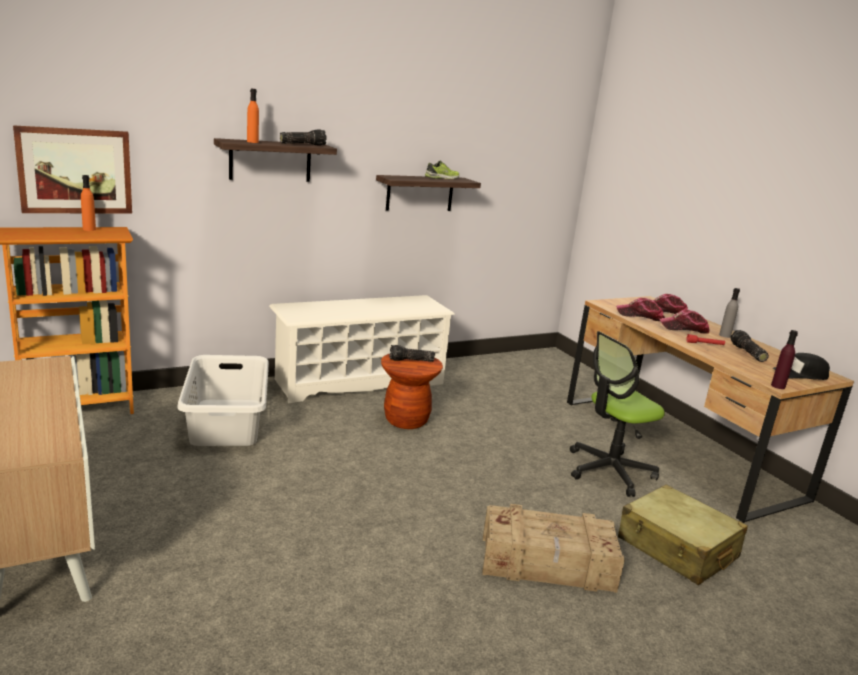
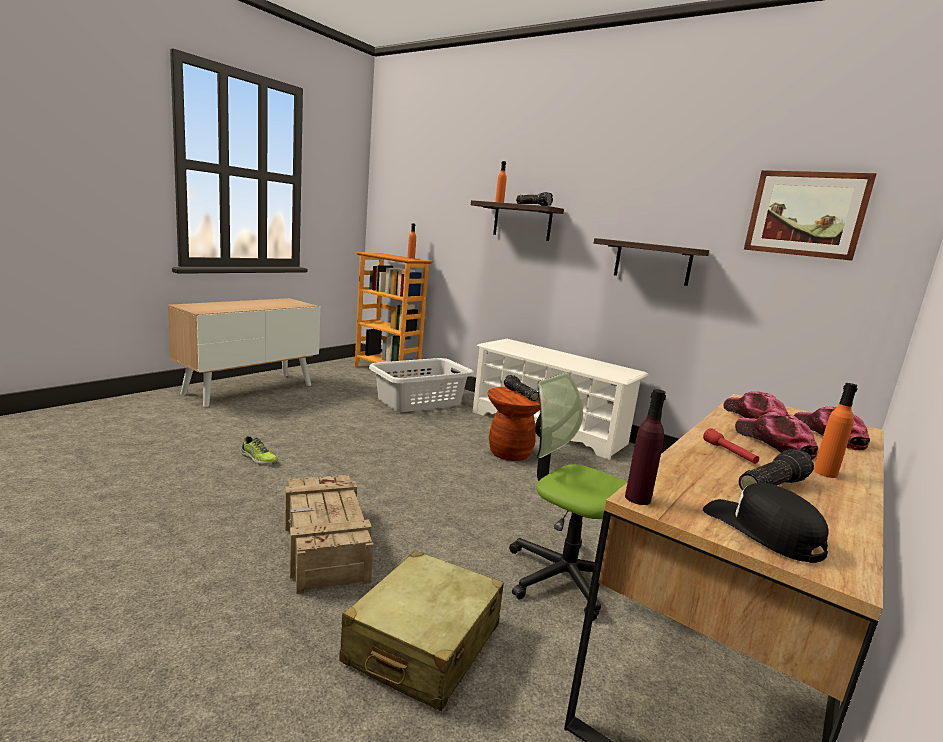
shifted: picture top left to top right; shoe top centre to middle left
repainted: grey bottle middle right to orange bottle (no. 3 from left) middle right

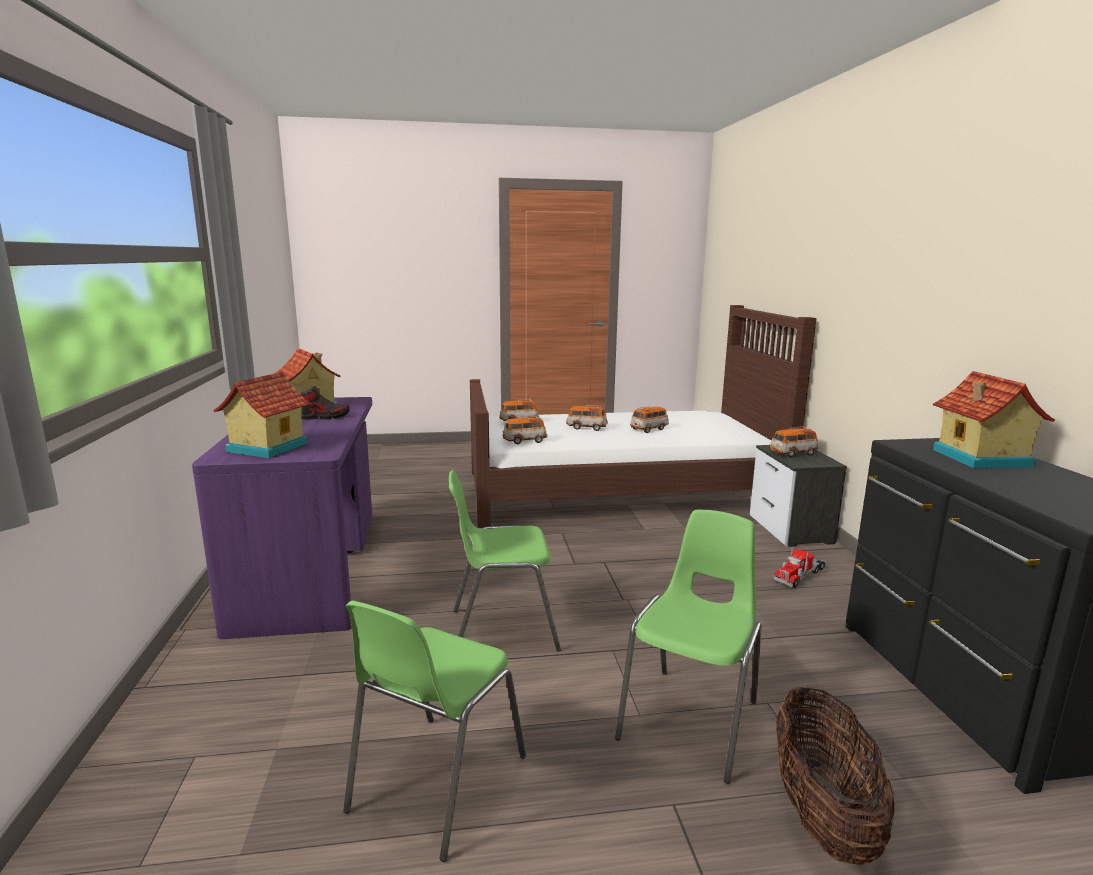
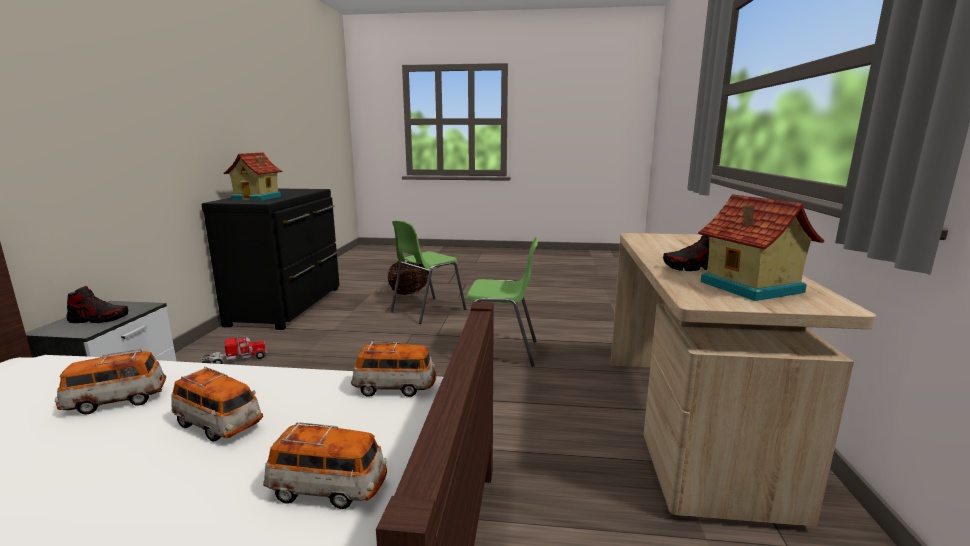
gone: toy house (no. 1 from left) middle left; green chair (no. 1 from left) bottom centre
swapped: toy car (no. 5 from left) middle right to shoe (no. 1 from left) middle left
repainted: purple desk middle left to beige desk bottom right

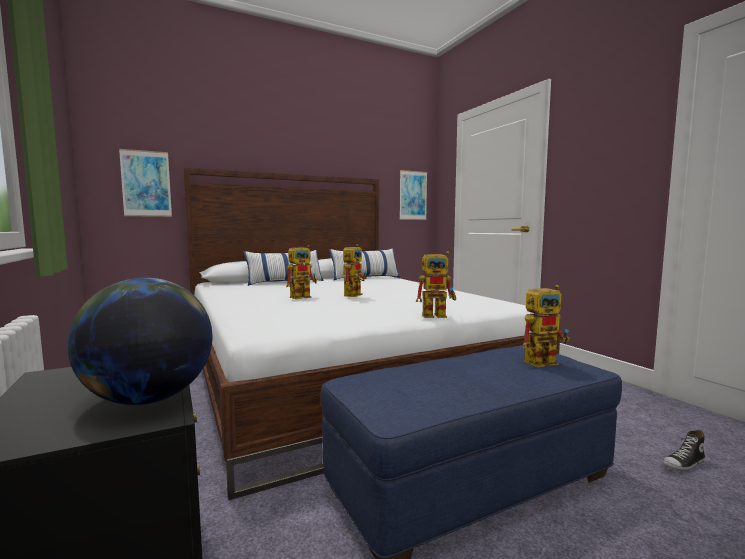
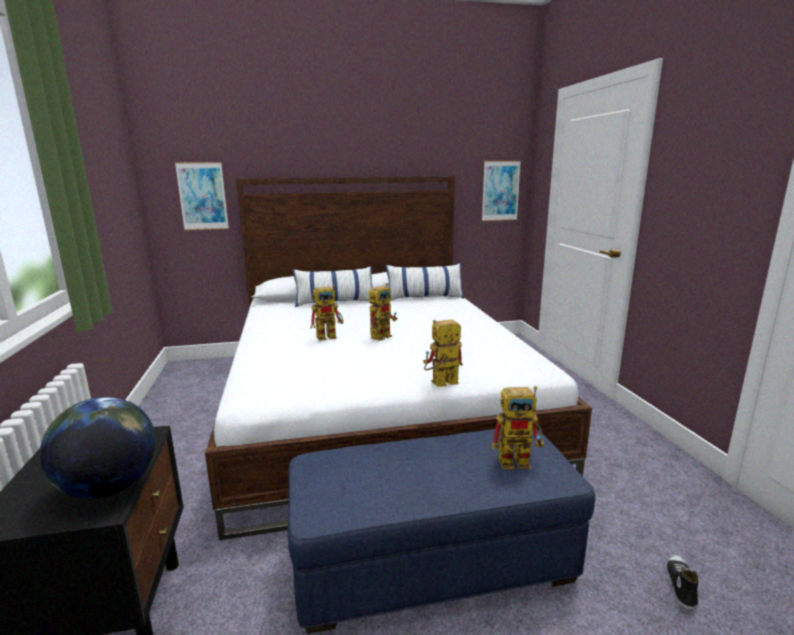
rotated: toy robot (no. 3 from left) centre = centre 150 degrees clockwise; shoe bottom right = bottom right 120 degrees clockwise

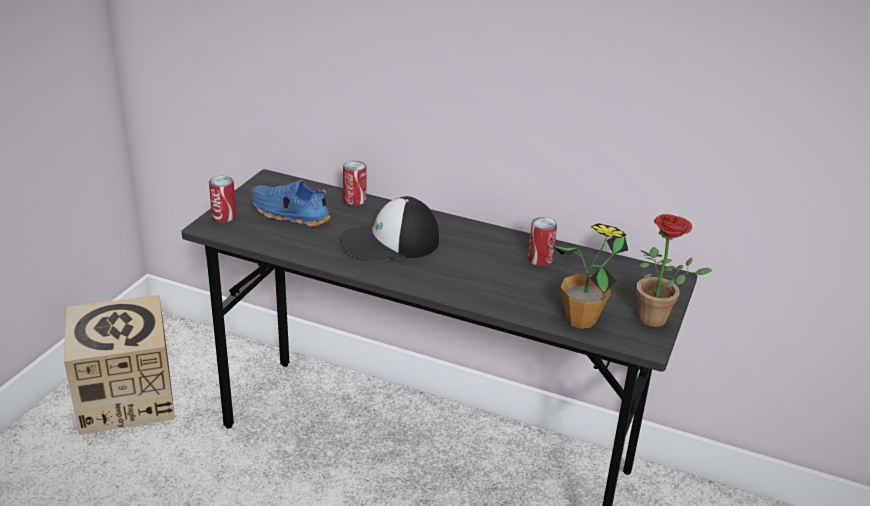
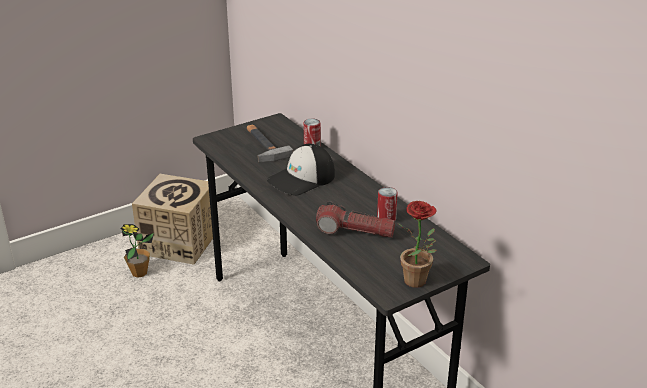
gone: can (no. 1 from left) middle left
new: flashlight centre
shifted: potted plant (no. 1 from left) middle right to middle left
swapped: blue shoe centre to hammer centre
rotated: cap centre = centre 60 degrees counterclockwise

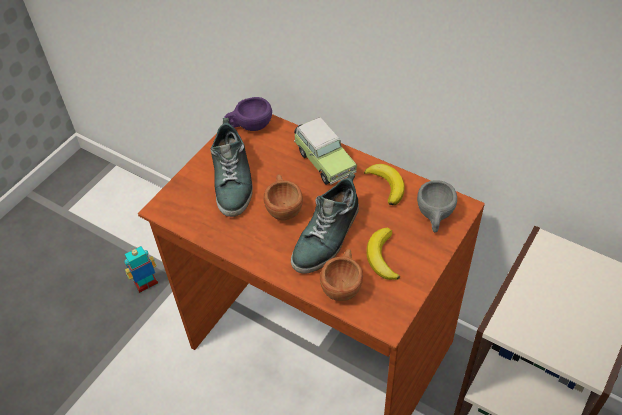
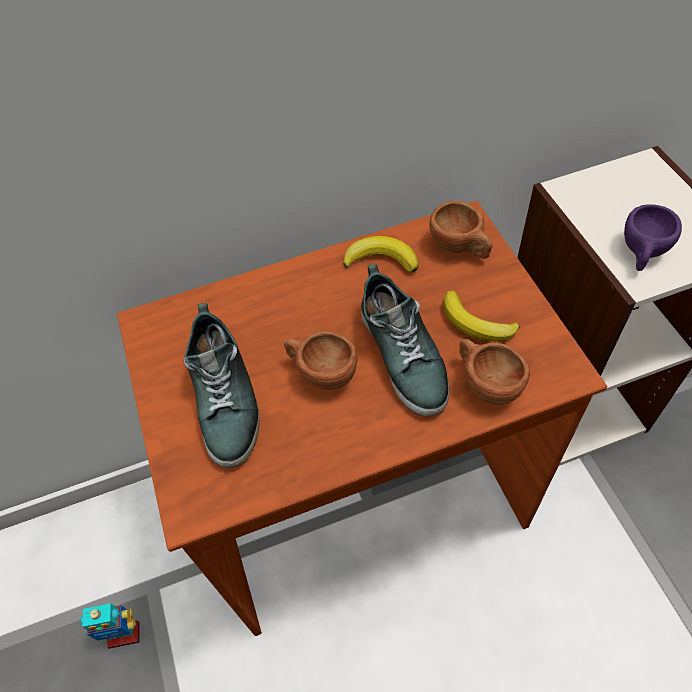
gone: toy car centre
shifted: purple cup top centre to middle right
repainted: grey cup middle right to brown cup (no. 2 from left) top centre
rotated: toy robot middle left = bottom left 105 degrees counterclockwise; shoe (no. 1 from left) centre = middle left 45 degrees clockwise

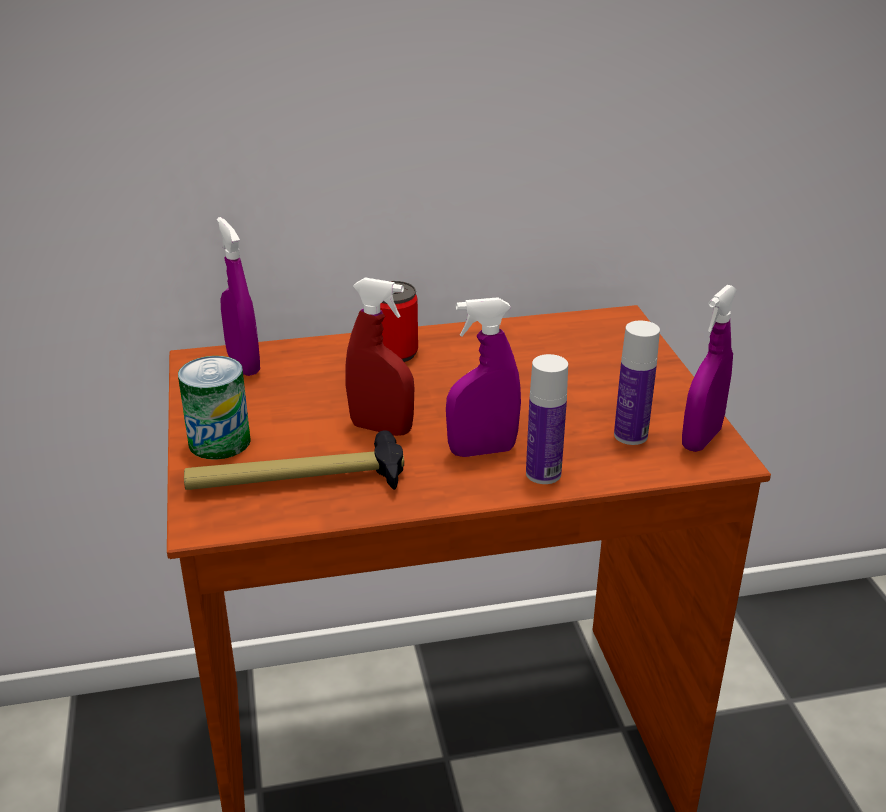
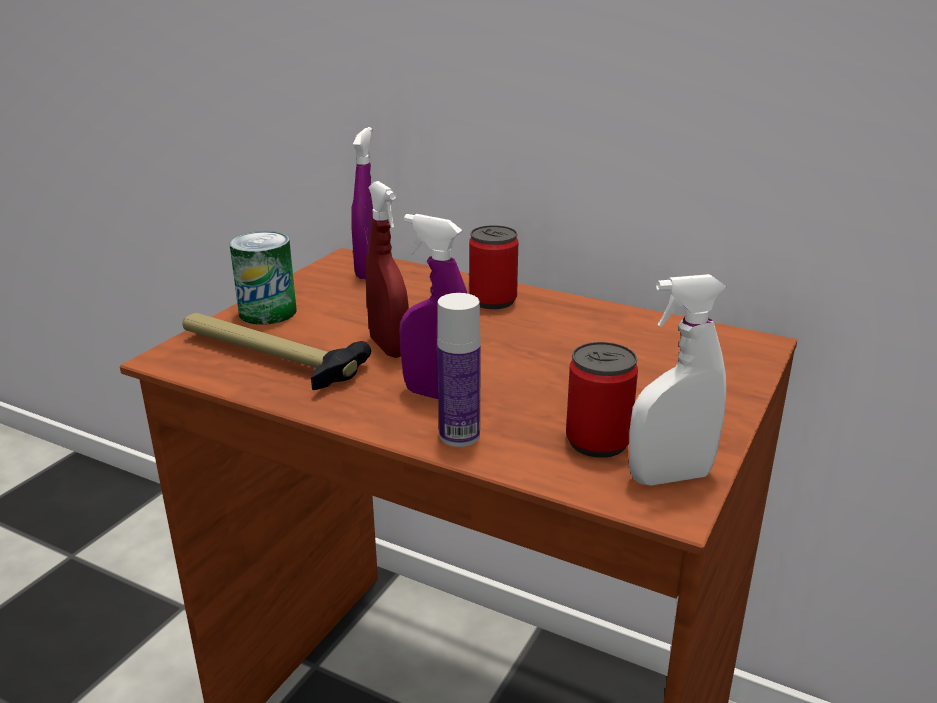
swapped: bottle (no. 2 from left) middle right to can (no. 3 from left) centre
repainted: purple spray bottle (no. 3 from left) middle right to white spray bottle middle right

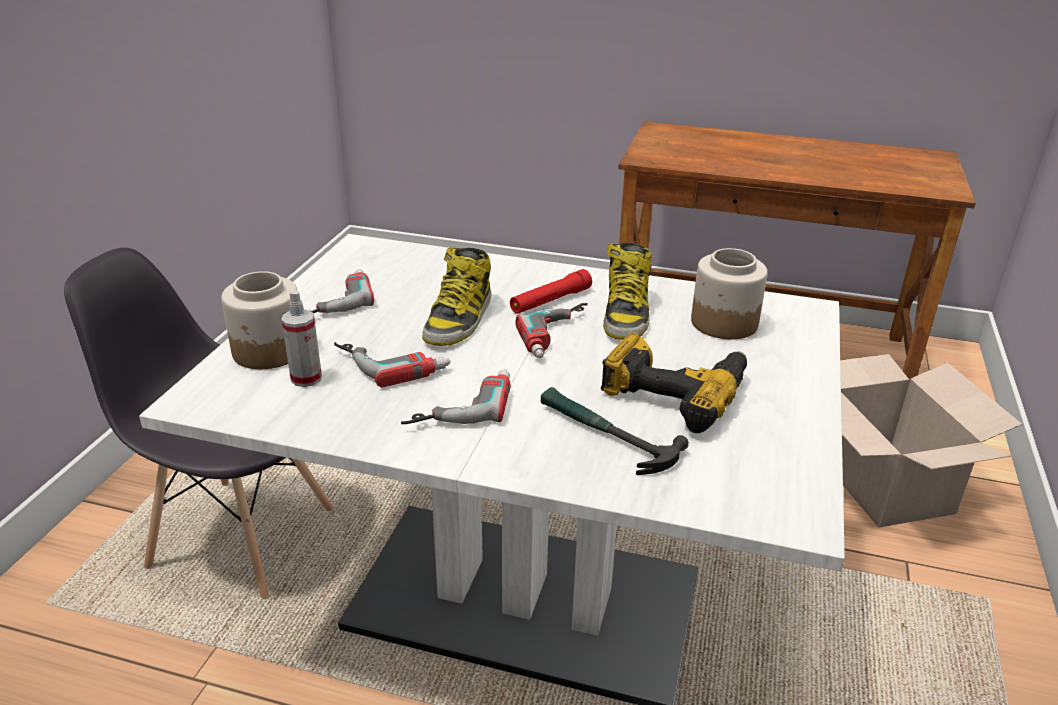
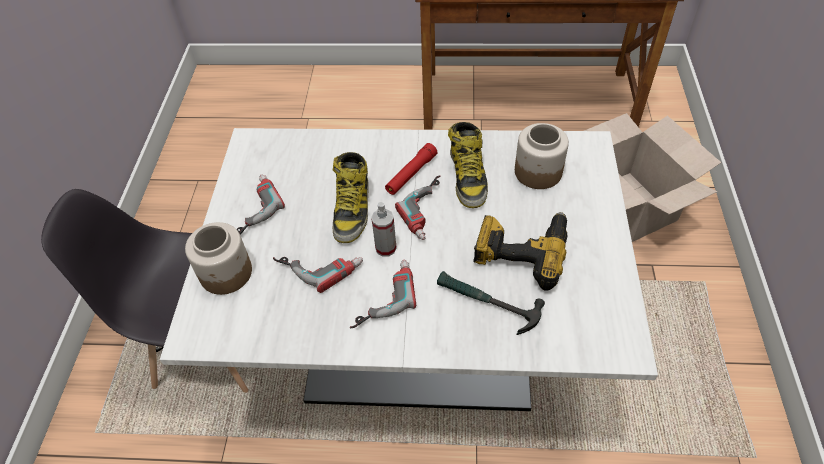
shifted: spray bottle middle left to centre

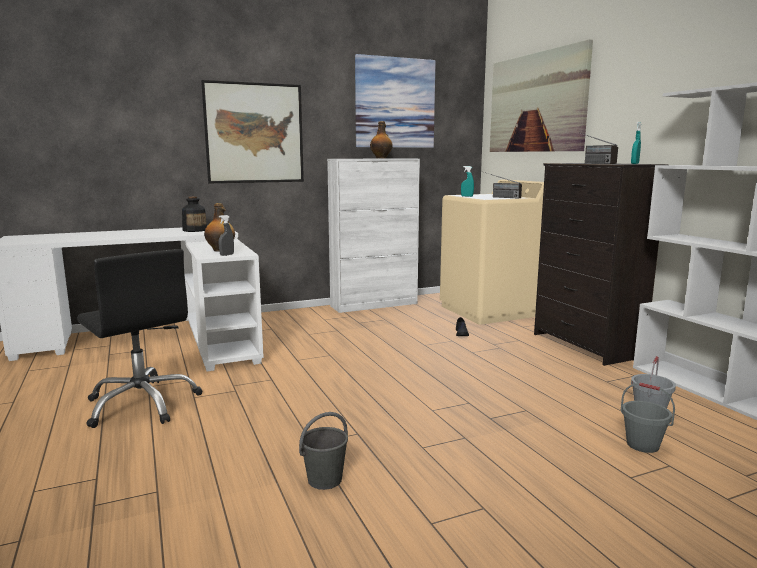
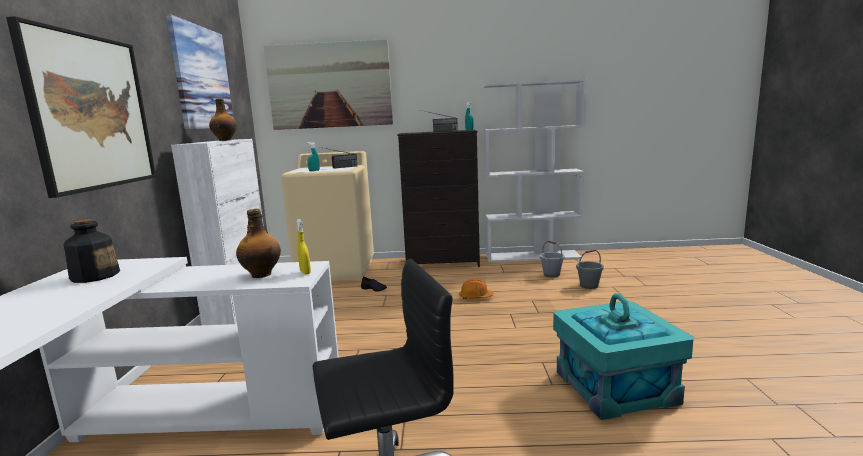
new: orange hard hat centre
swapped: grey bucket (no. 1 from left) bottom centre to turquoise storage box bottom right
repainted: grey spray bottle middle left to yellow spray bottle centre

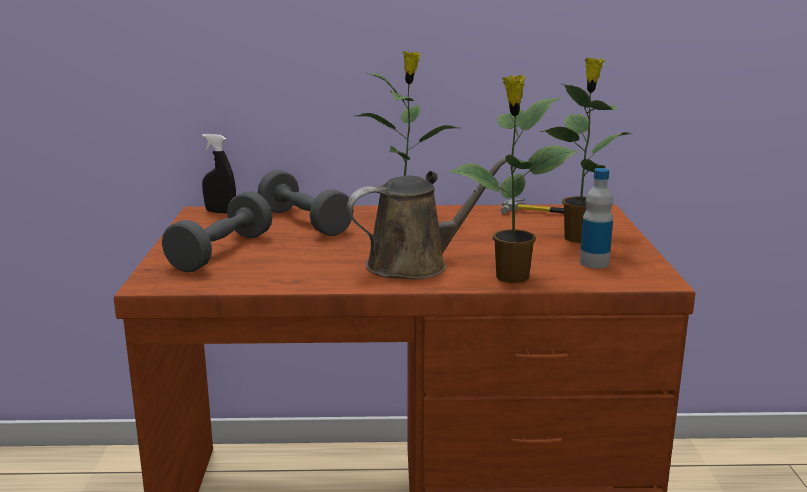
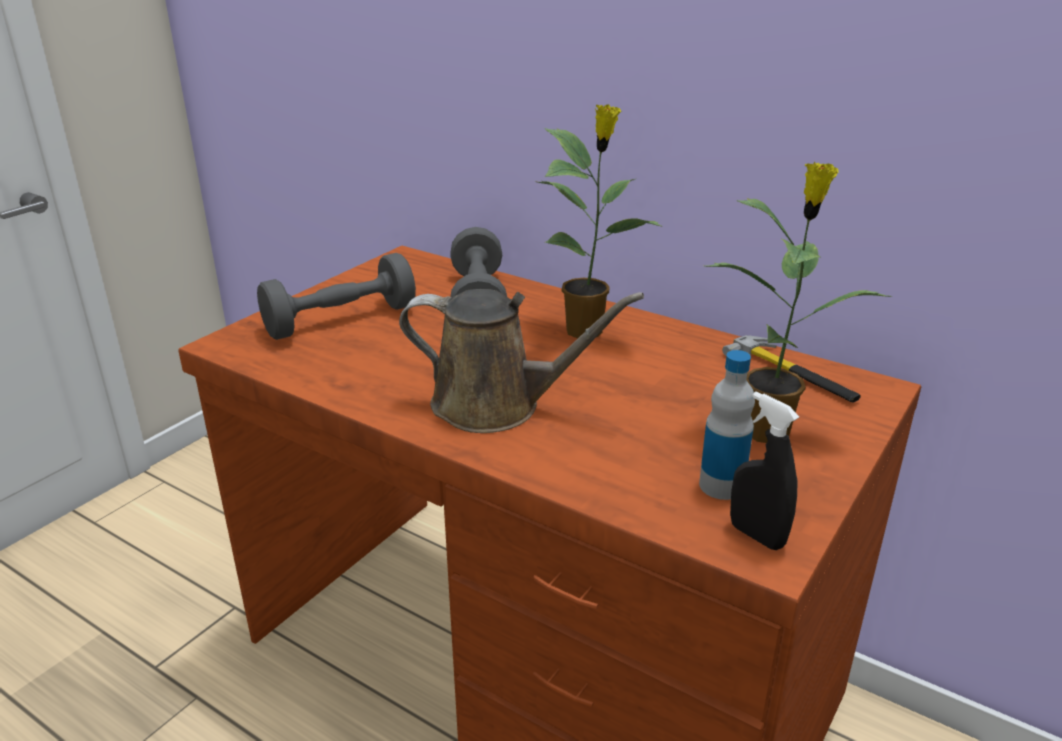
gone: potted plant (no. 2 from left) centre
shifted: black spray bottle middle left to middle right

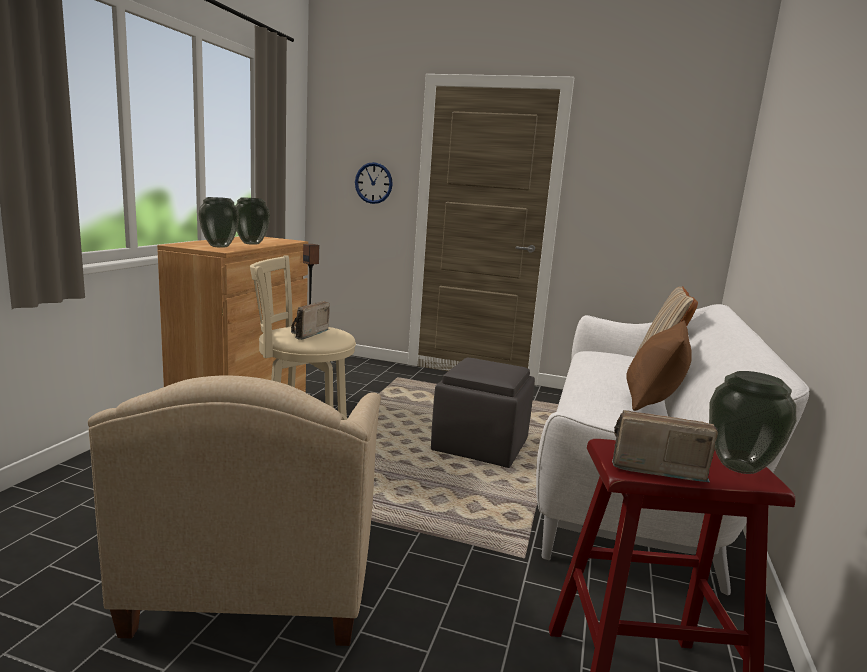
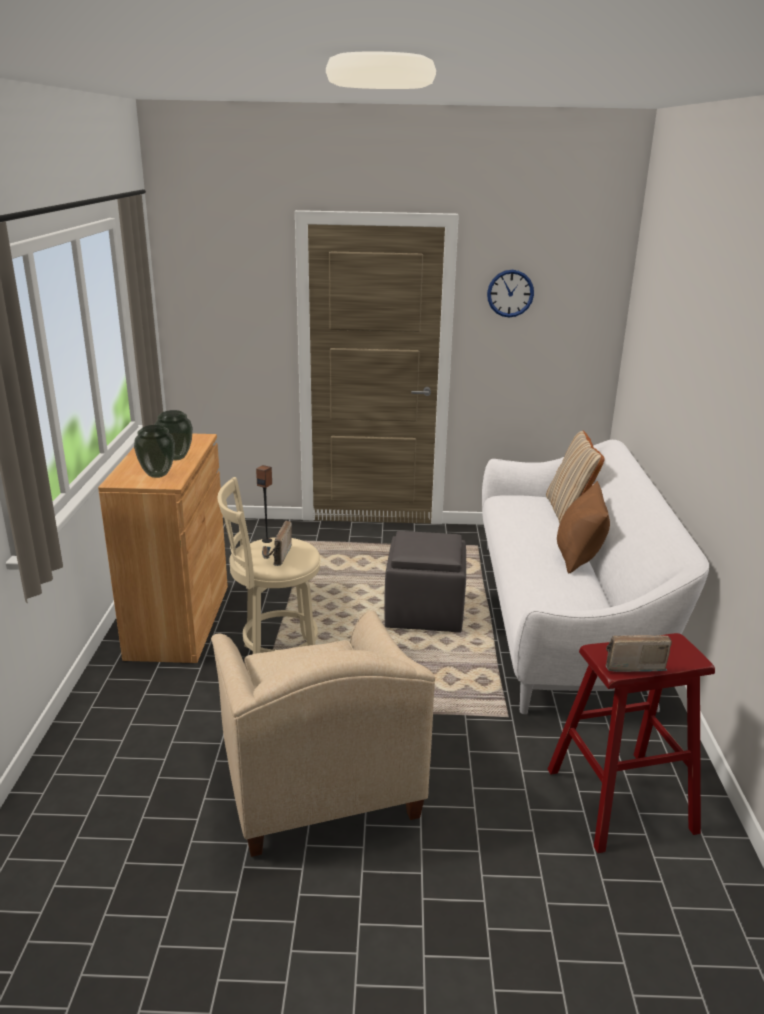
gone: vase (no. 3 from left) middle right
shifted: wall clock top centre to top right

